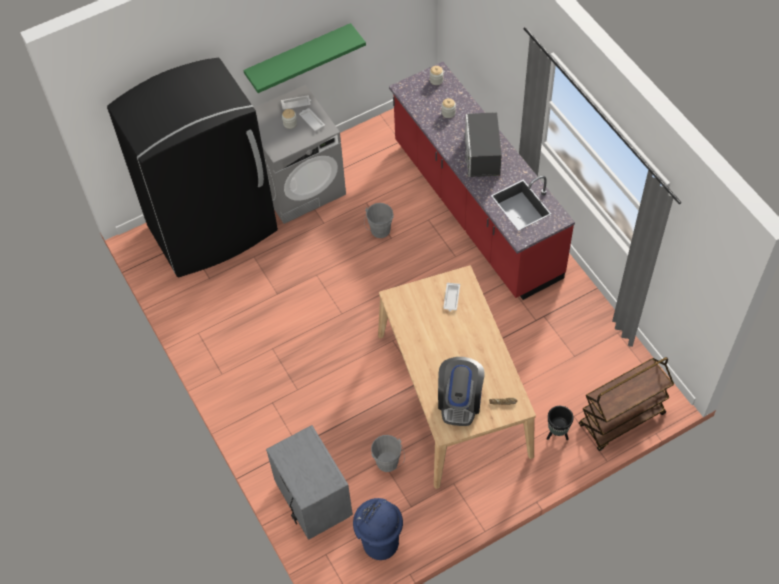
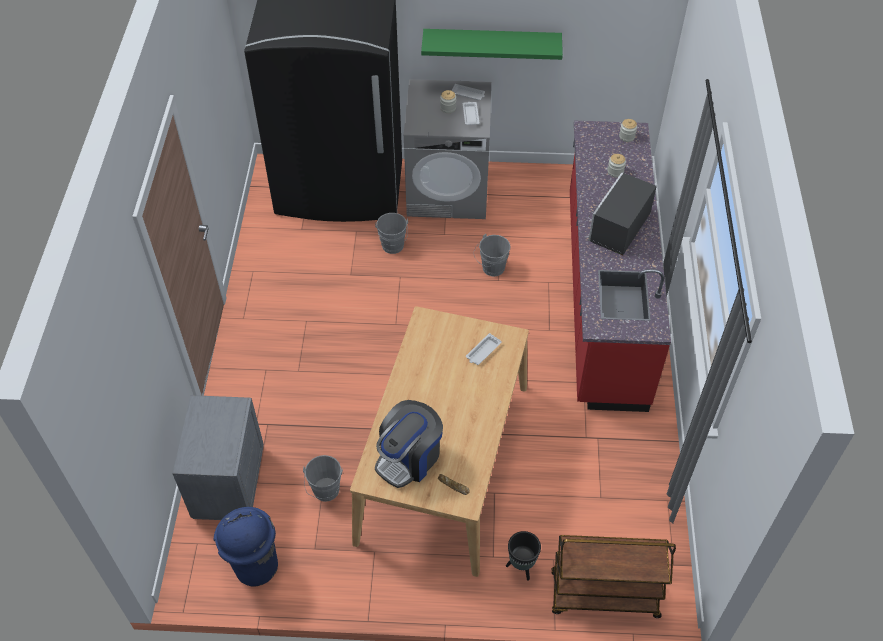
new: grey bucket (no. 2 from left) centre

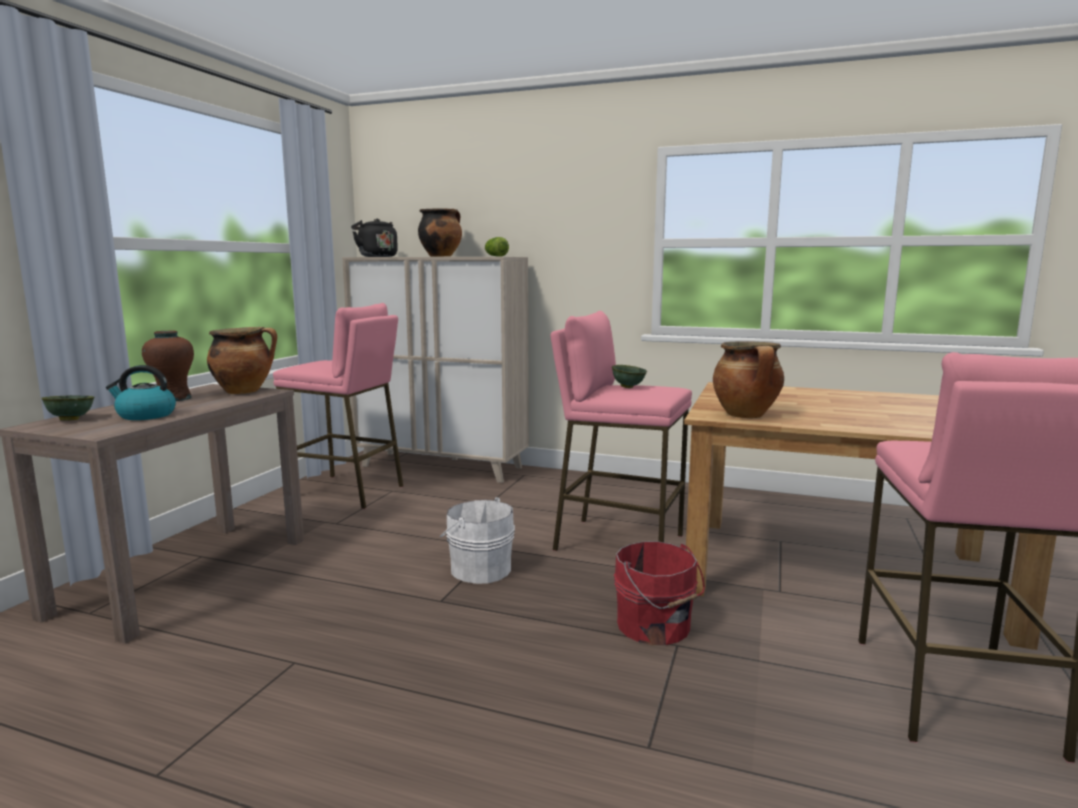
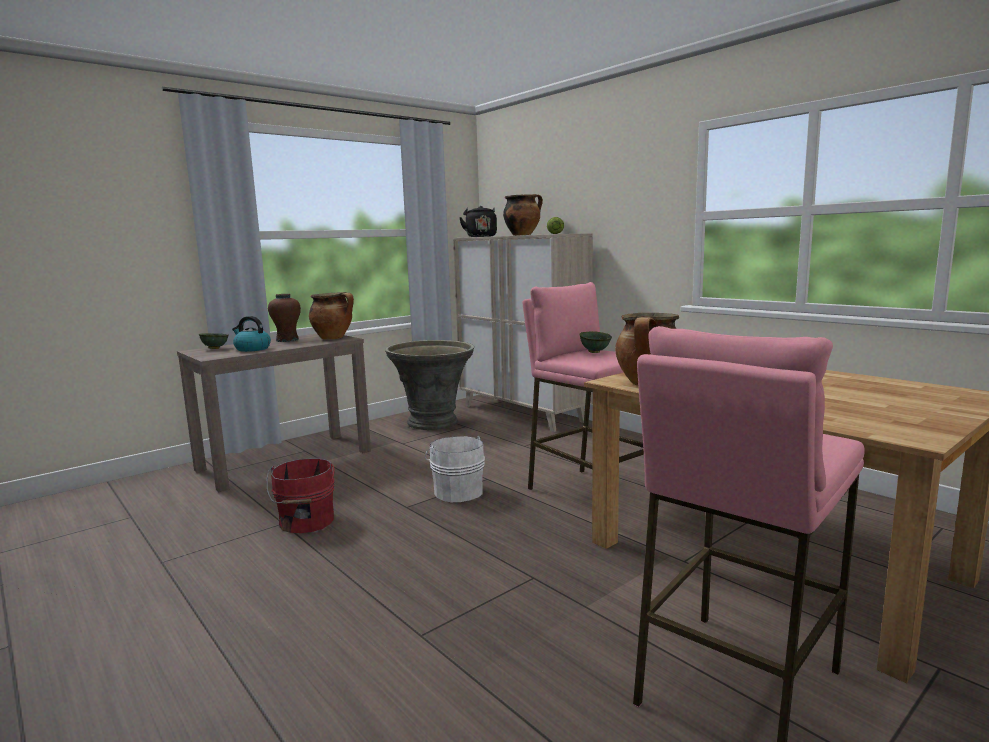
shifted: red bucket bottom centre to bottom left
swapped: pink stool (no. 1 from left) middle left to grey planter centre

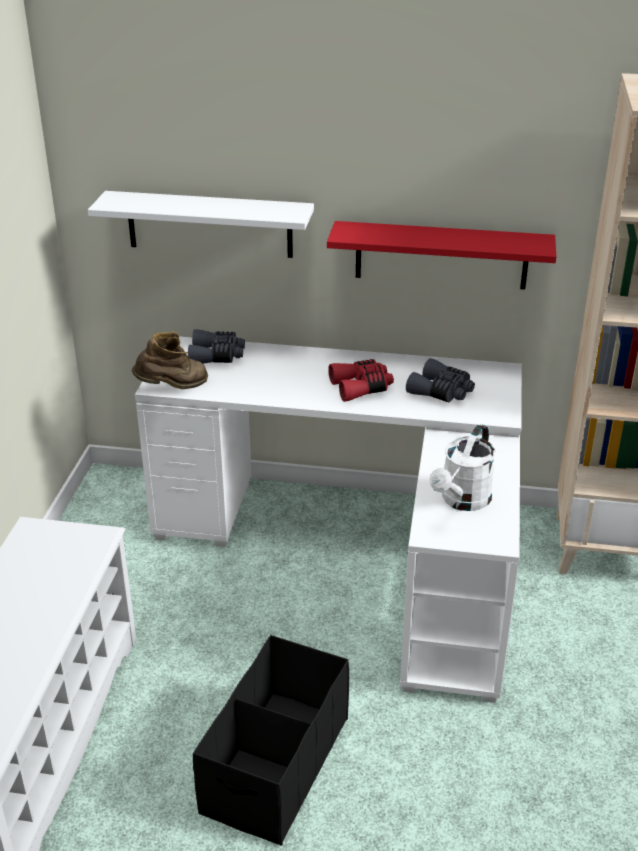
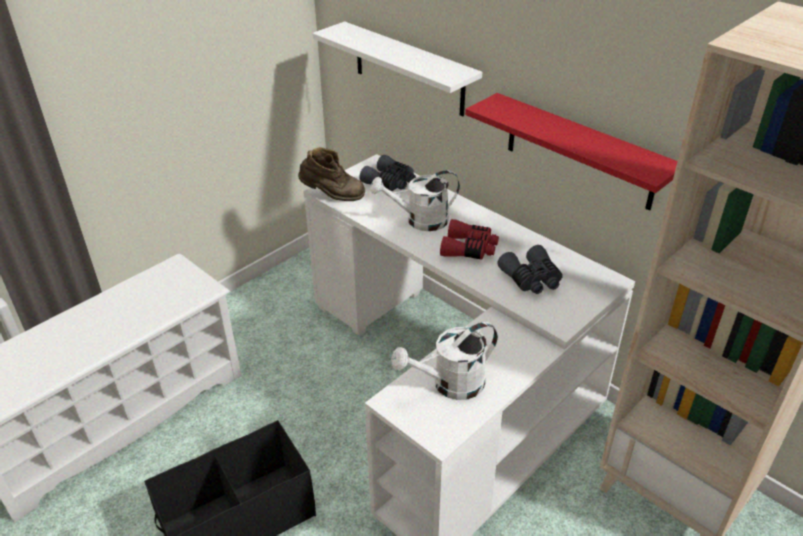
new: white watering can (no. 1 from left) centre

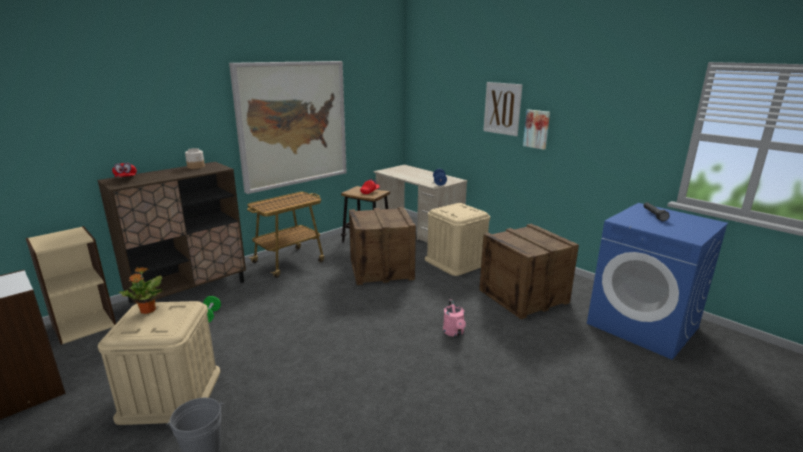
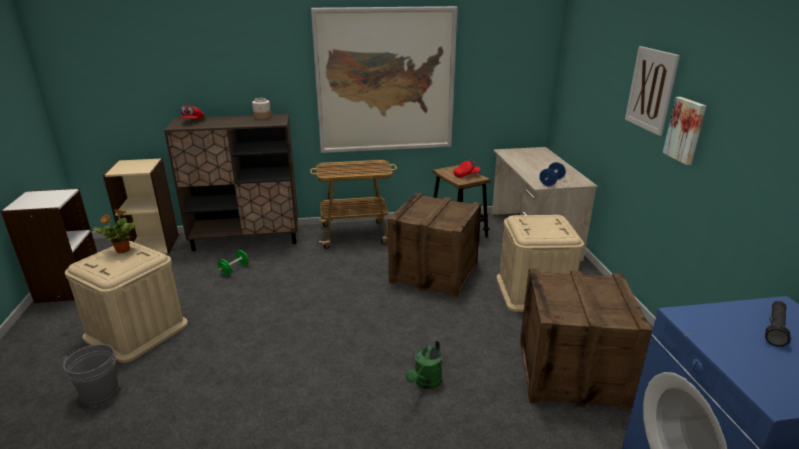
repainted: pink watering can bottom centre to green watering can bottom centre

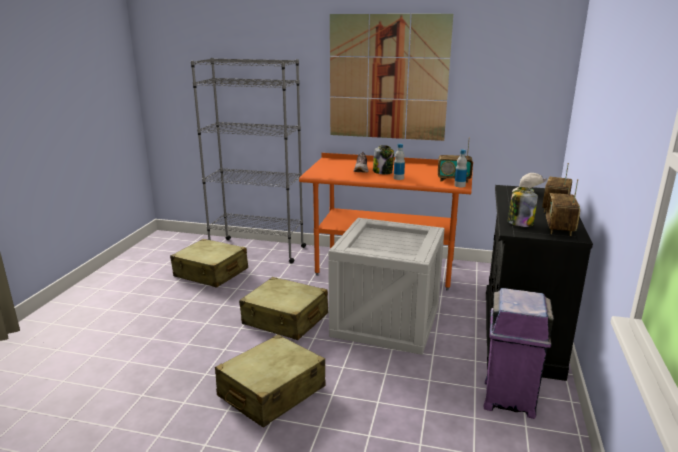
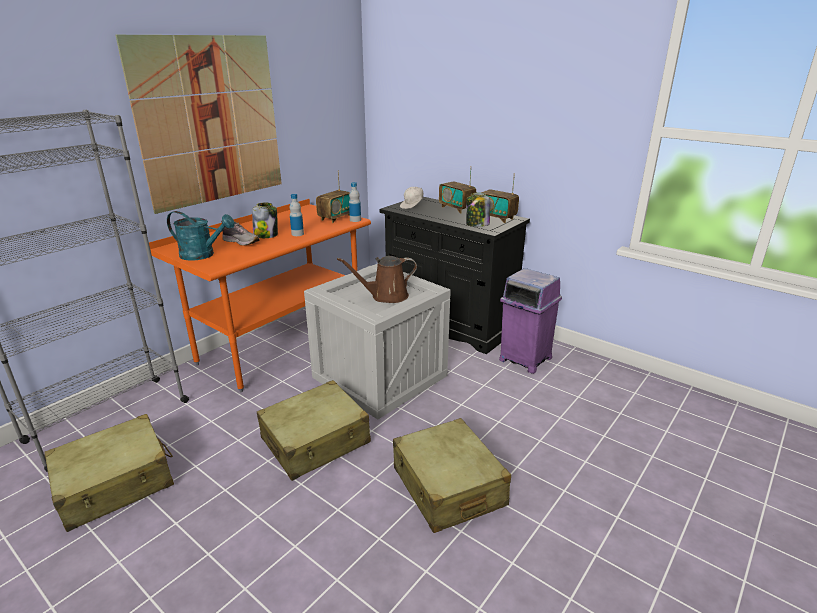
new: turquoise watering can middle left; brown watering can centre

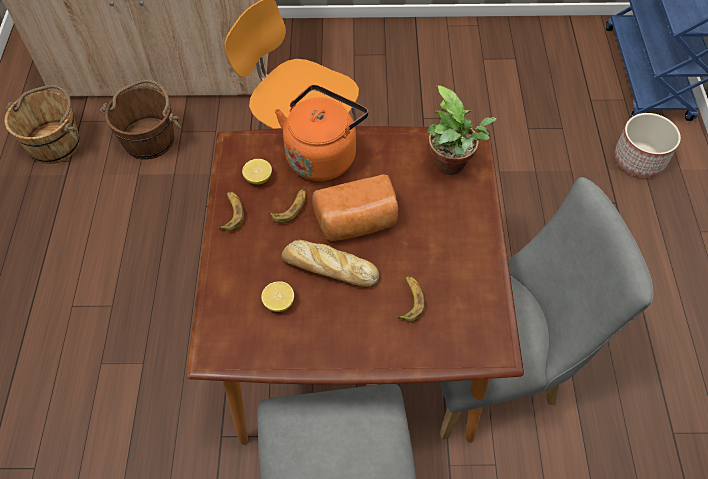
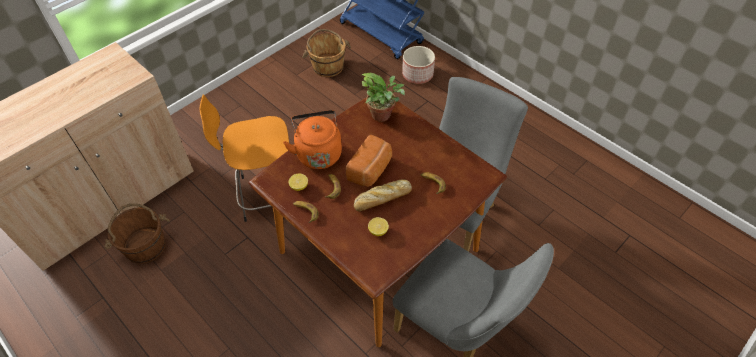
shifted: brown bucket (no. 1 from left in the first image) top left to brown bucket (no. 2 from left) top centre

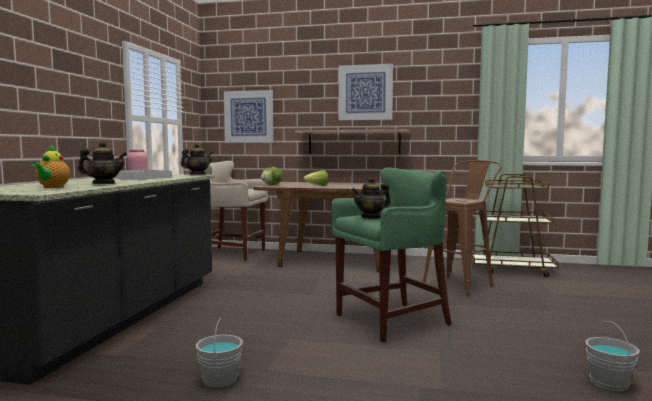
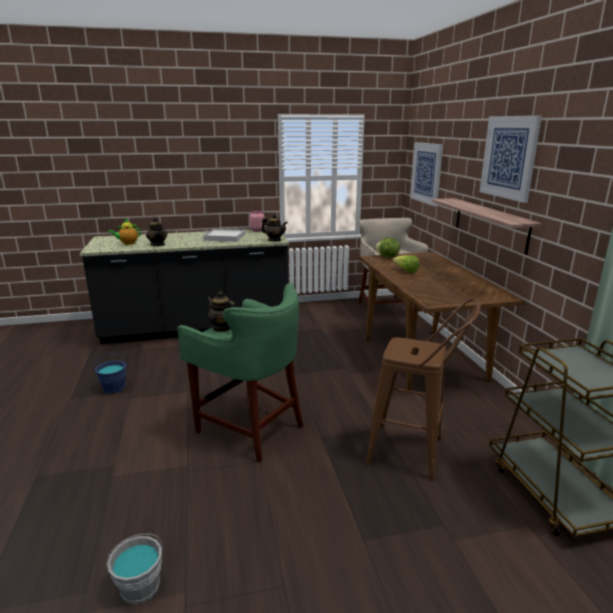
repainted: grey bucket (no. 1 from left) bottom centre to blue bucket middle left

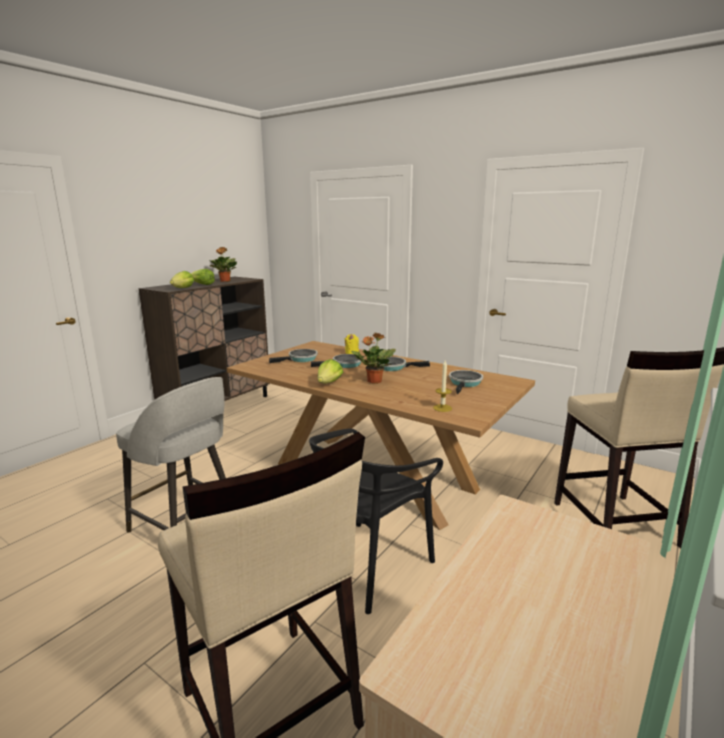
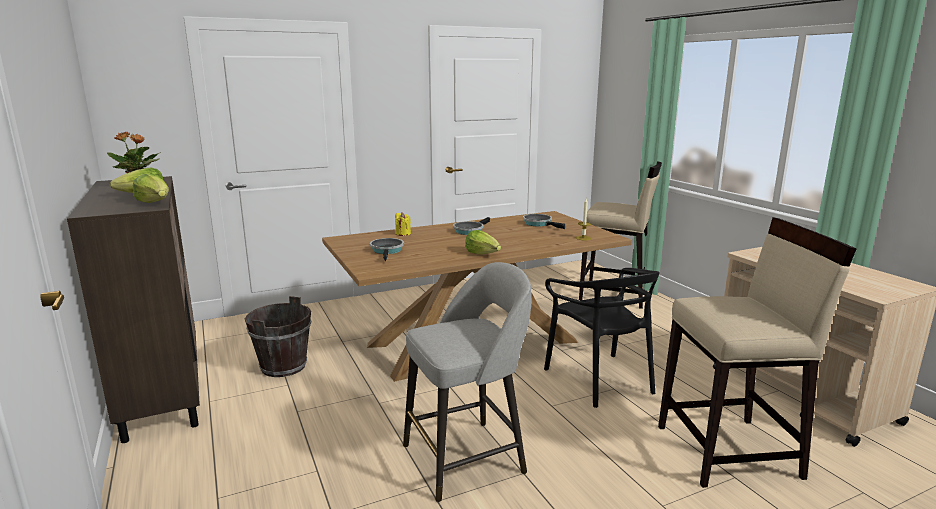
gone: frying pan (no. 2 from left) centre; potted plant (no. 2 from left) centre
new: brown bucket middle left

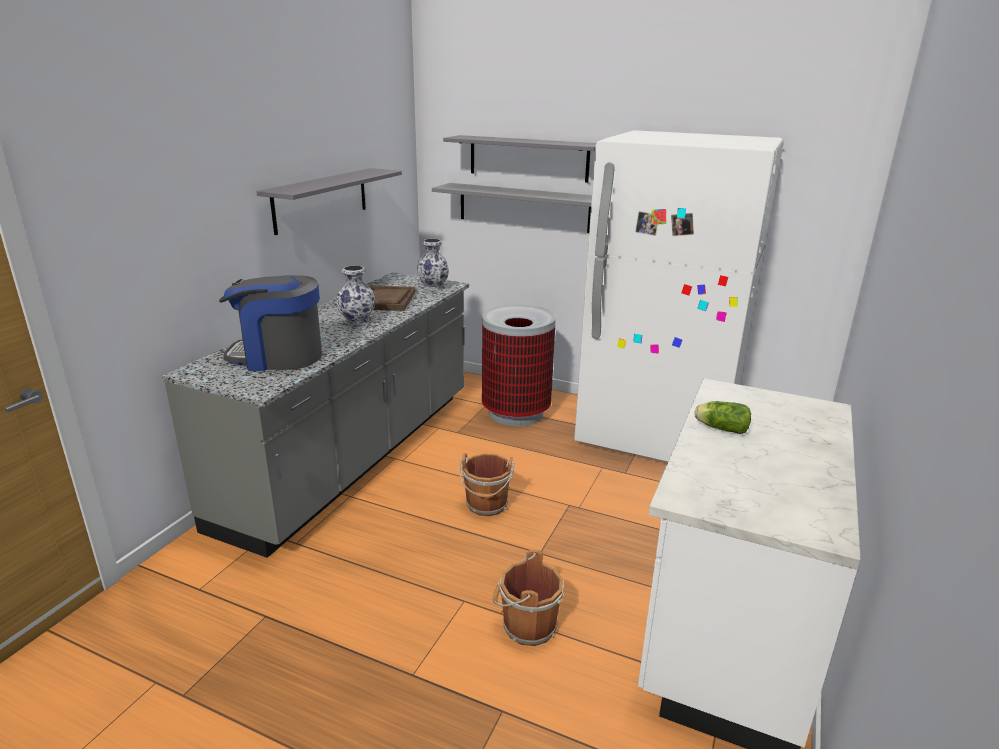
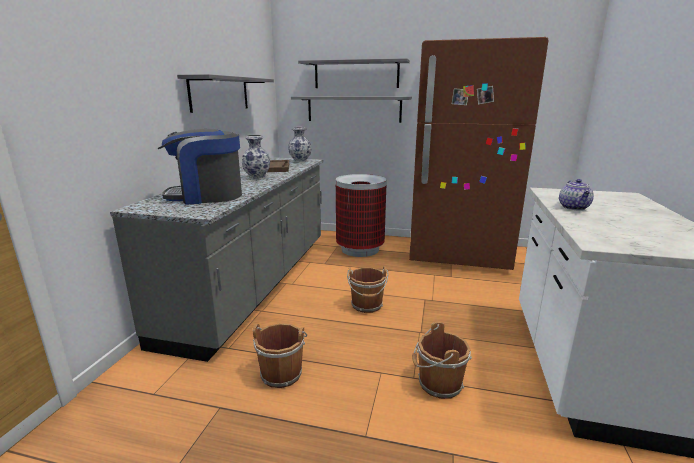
new: brown bucket (no. 1 from left) bottom centre
swapped: lettuce middle right to teapot middle right
repainted: white fridge middle right to brown fridge top right

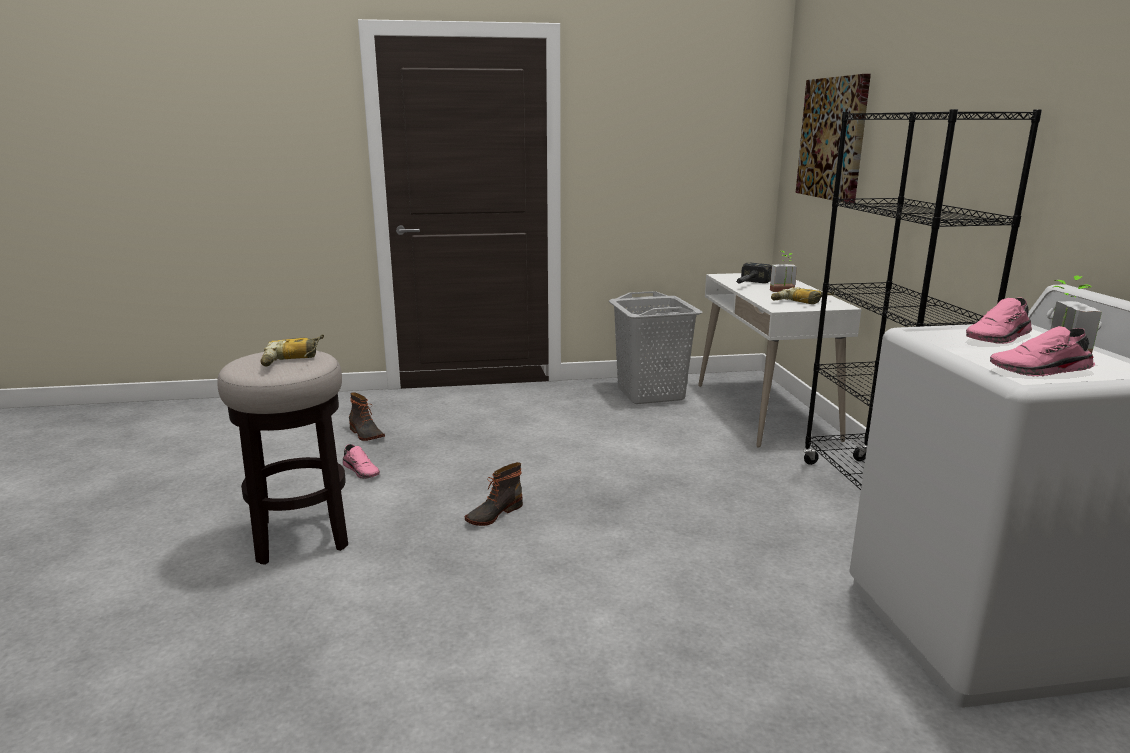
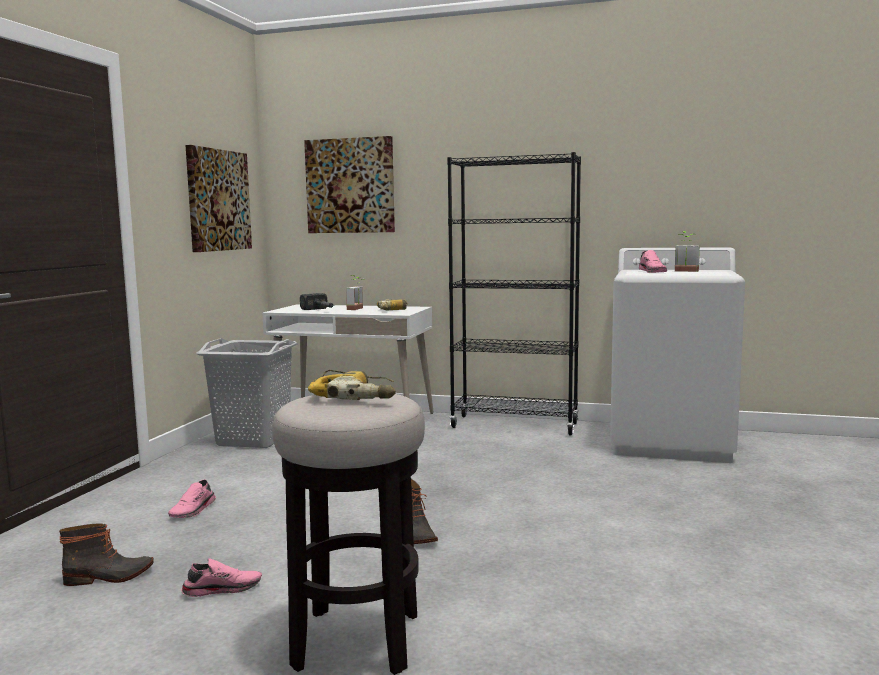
new: picture (no. 1 from left) top left
shifted: pink shoe (no. 3 from left in the first image) middle right to pink shoe (no. 1 from left) bottom left

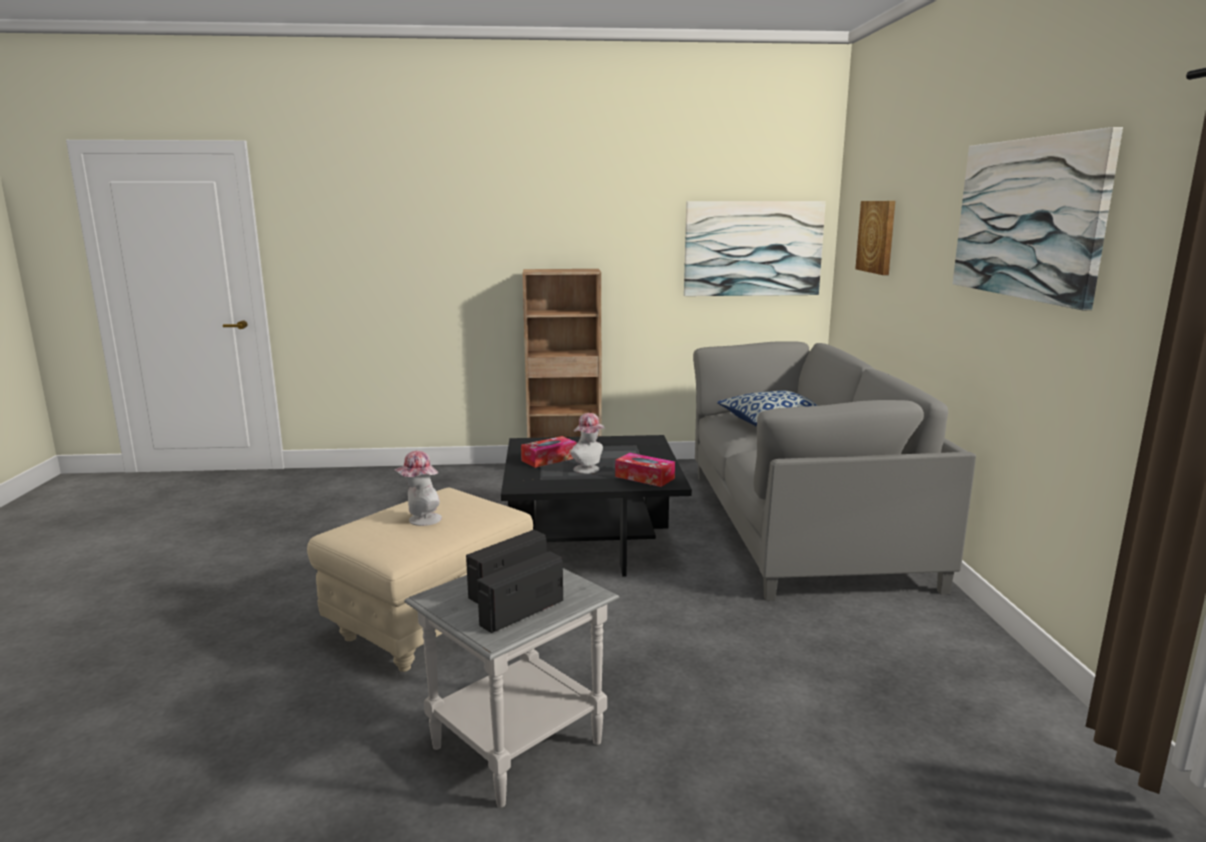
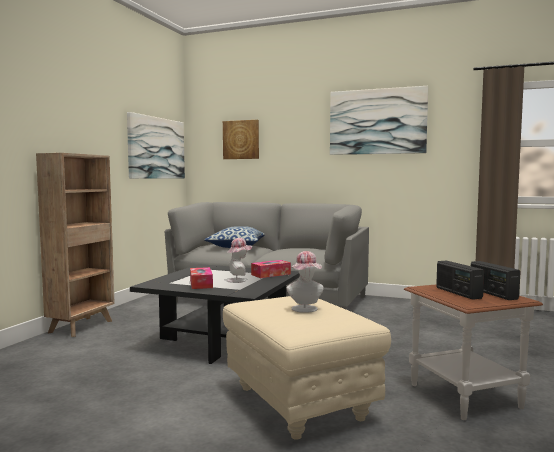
repainted: grey side table bottom centre to brown side table bottom right

